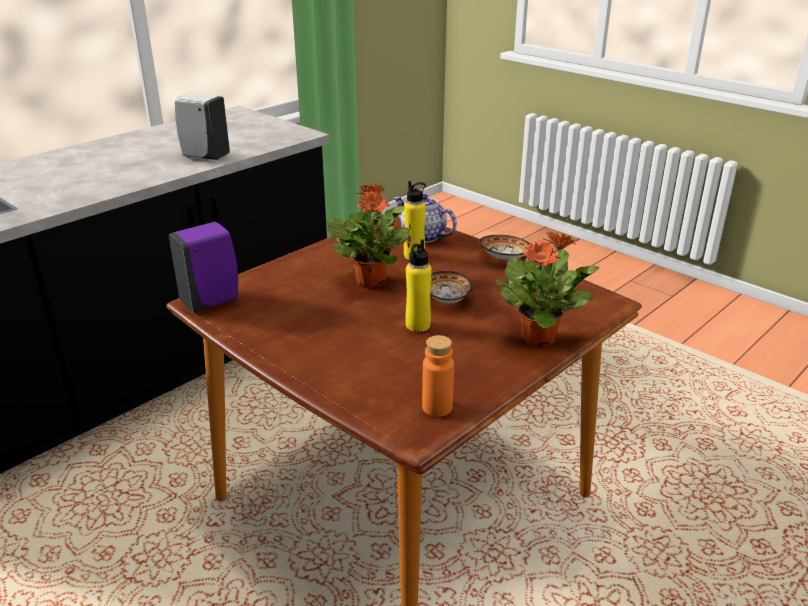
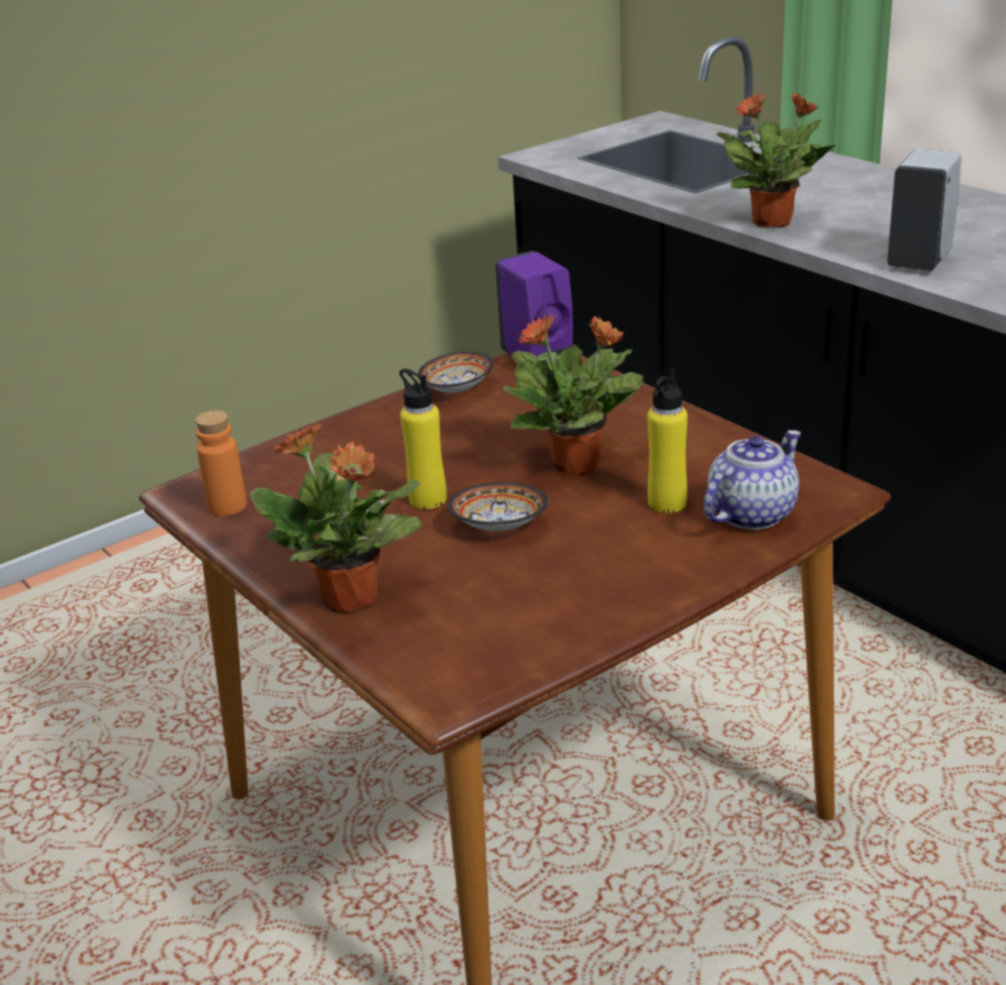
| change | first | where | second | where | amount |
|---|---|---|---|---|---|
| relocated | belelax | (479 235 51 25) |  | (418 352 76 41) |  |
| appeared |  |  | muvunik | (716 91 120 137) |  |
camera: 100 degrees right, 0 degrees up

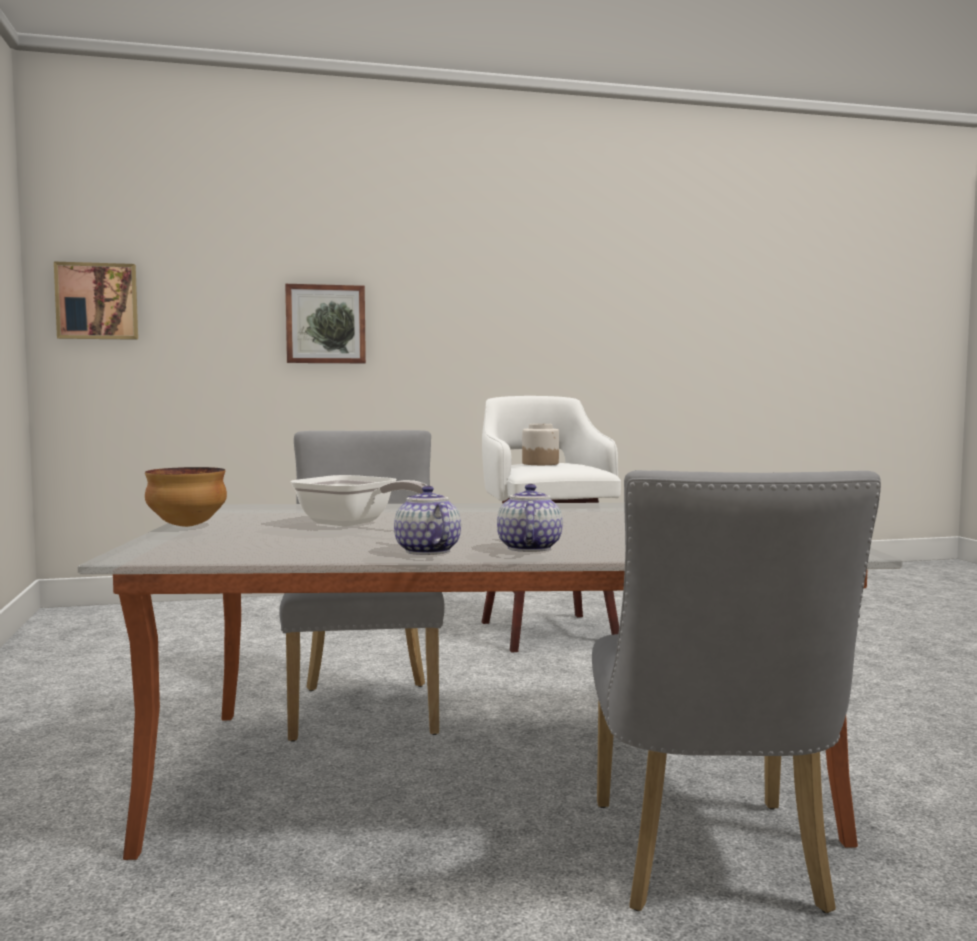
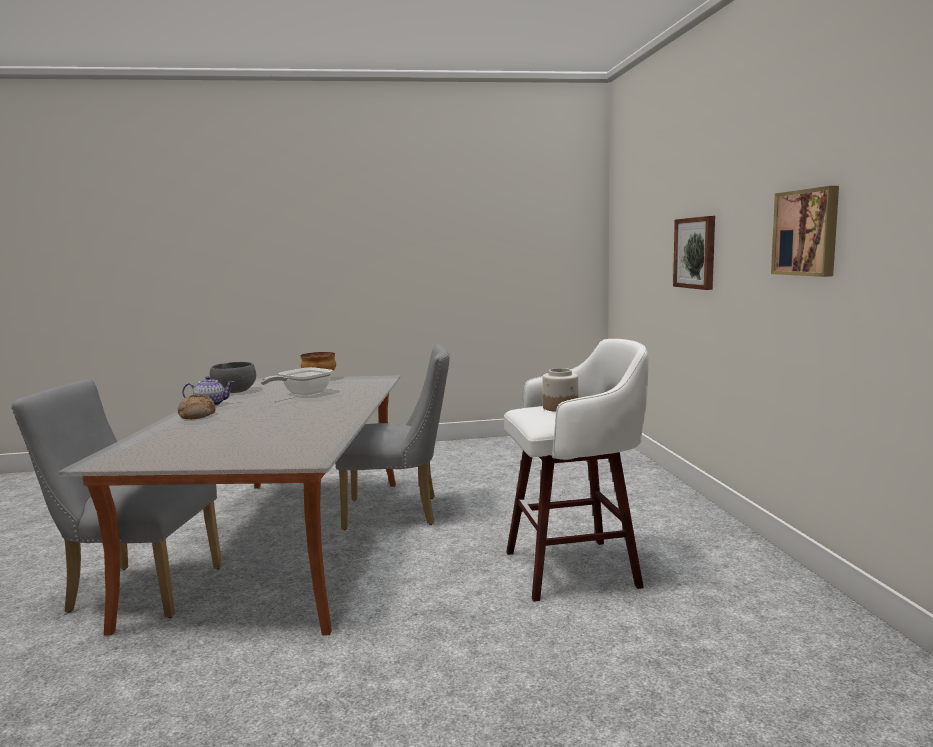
| change | first | where | second | where | amount |
|---|---|---|---|---|---|
| relocated | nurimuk | (54 262 84 78) |  | (771 186 68 91) |  |
| exchanged | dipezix | (497 484 66 68) | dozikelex | (178 395 38 24) |  |
| appeared |  |  | grey_belelax | (210 362 46 31) |  |
camera: 95 degrees right, 5 degrees up

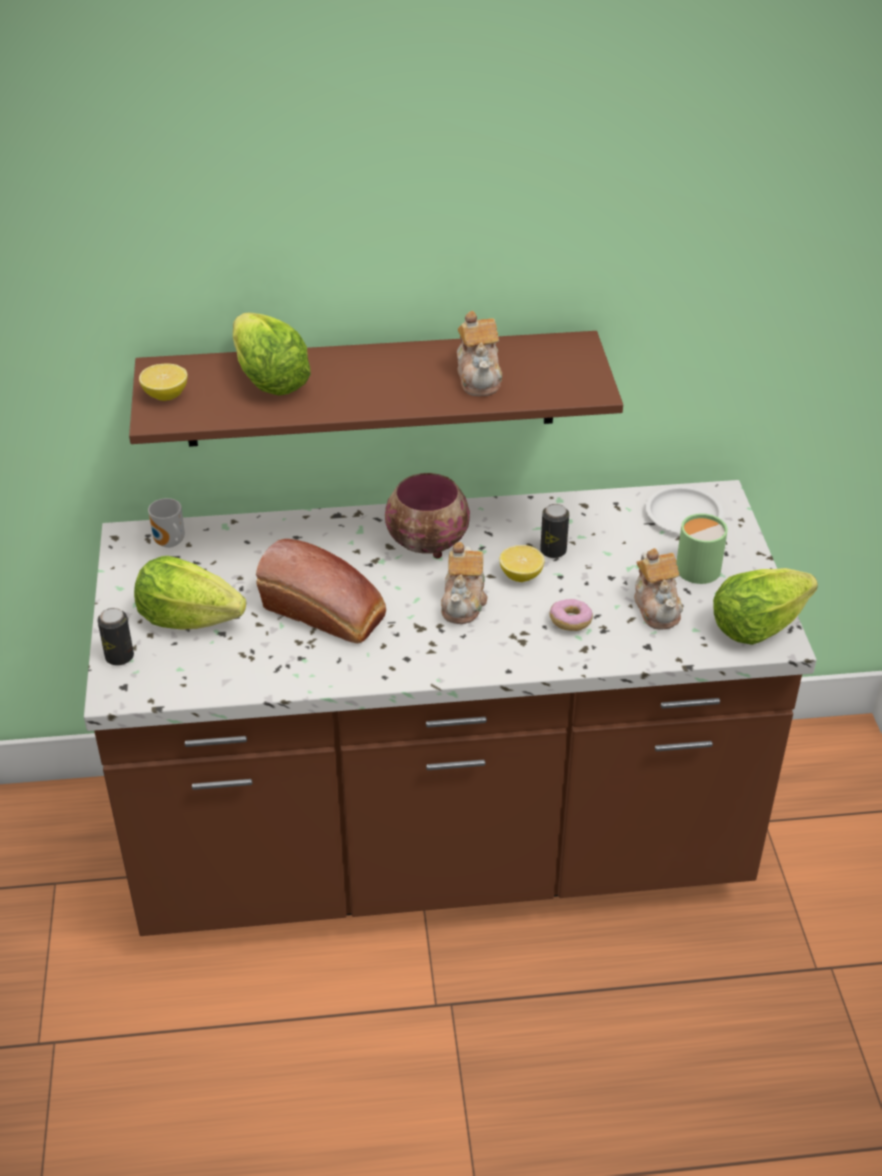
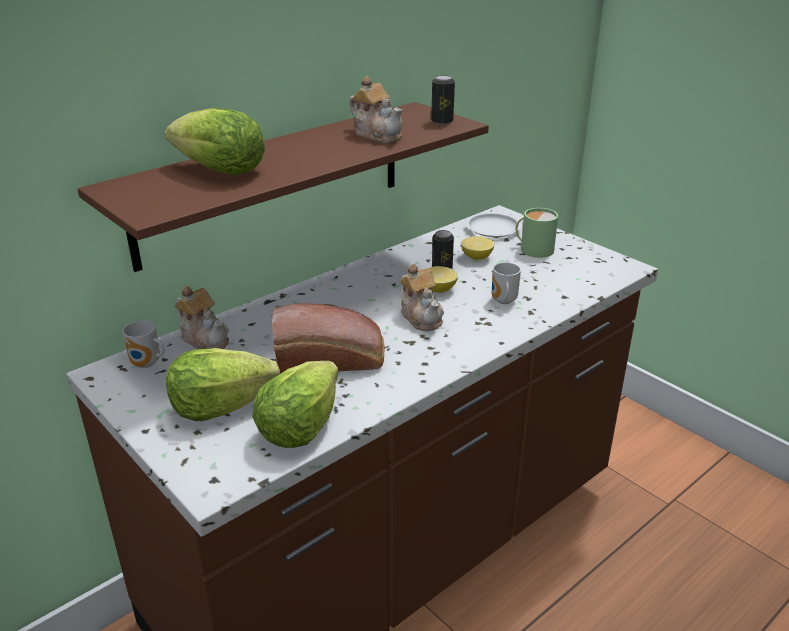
| change | first | where | second | where | amount |
|---|---|---|---|---|---|
| relocated | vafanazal | (139 363 49 38) |  | (461 236 33 24) |  |
| missing | belelax | (385 473 85 86) |  |  |  |
| relocated | dipezix | (634 548 49 81) |  | (175 286 54 63) |  |
| relocated | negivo | (713 568 105 77) |  | (252 361 86 87) |  |
| exchanged | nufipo | (549 599 44 32) | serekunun | (492 262 29 42) |  |
| relocated | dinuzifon | (97 608 37 58) |  | (431 75 24 50) |  |
camera: 35 degrees left, 10 degrees down

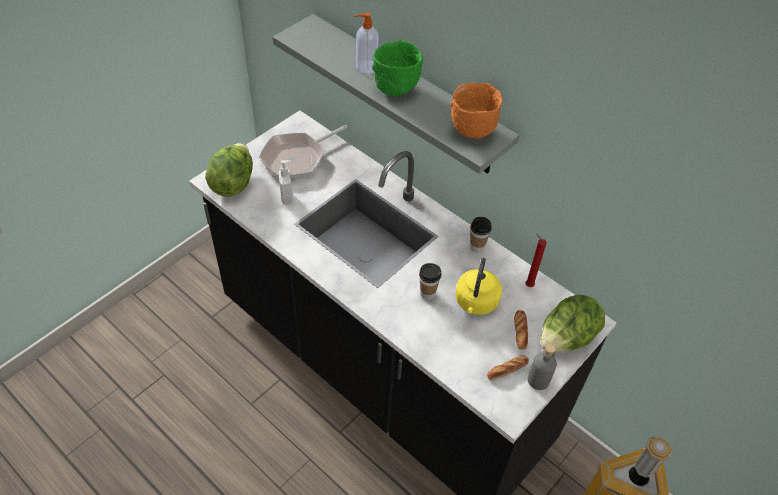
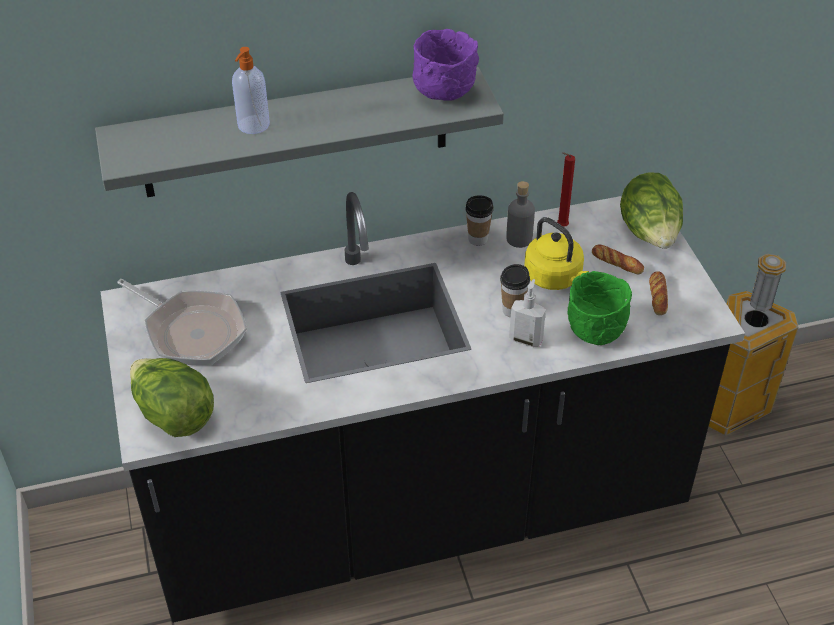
| change | first | where | second | where | amount |
|---|---|---|---|---|---|
| relocated | green_belelax | (372 40 51 56) |  | (567 271 65 74) |  |
| colour | orange_belelax | (450 83 53 56) | purple_belelax | (412 29 67 72) |  |
| spun | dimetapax | (259 125 89 54) |  | (117 279 130 87) | 45 degrees counterclockwise |
| relocated | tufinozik | (279 160 14 44) |  | (509 279 37 68) |  |
| relocated | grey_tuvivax | (527 344 30 46) |  | (506 181 29 67) |  |
camera: 55 degrees left, 5 degrees down

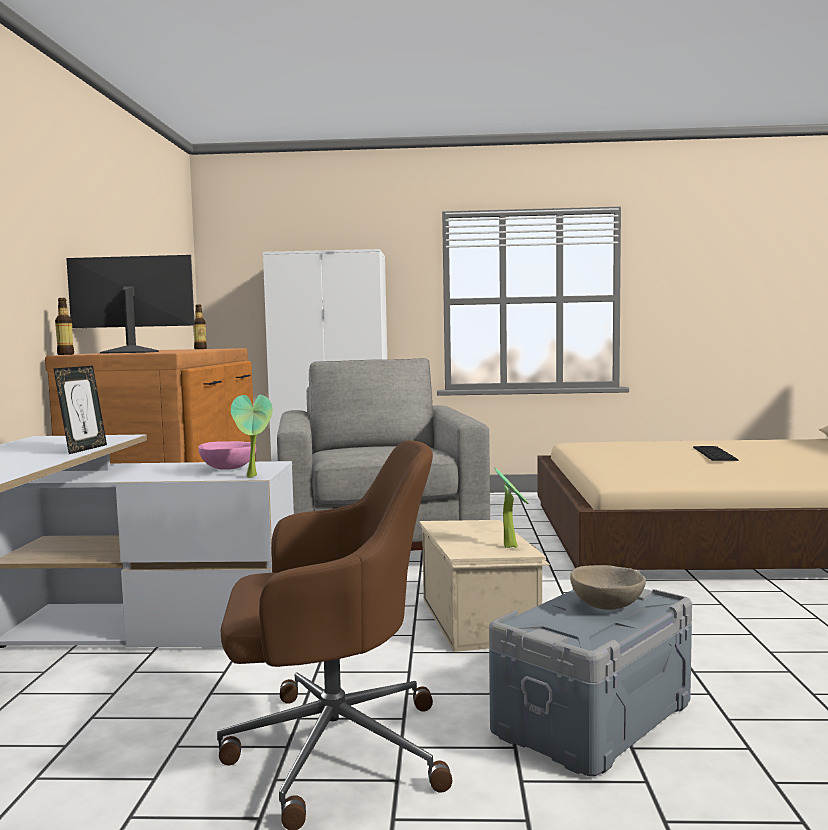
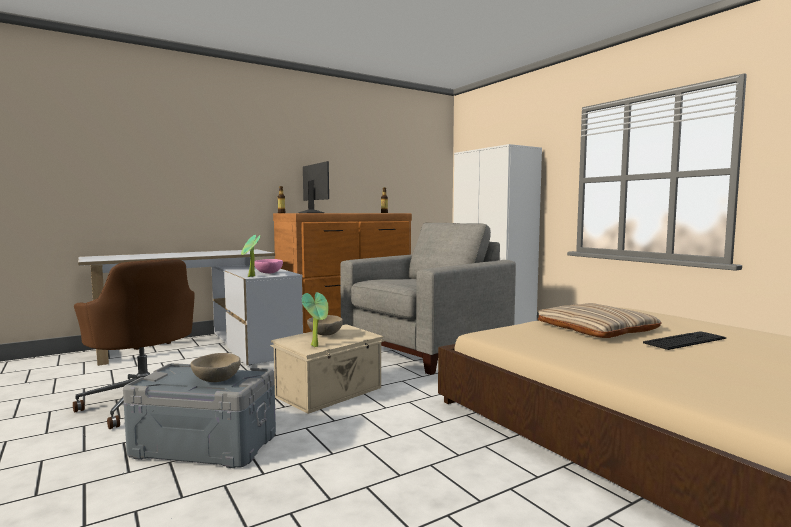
| change | first | where | second | where | amount |
|---|---|---|---|---|---|
| missing | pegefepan | (53 366 54 88) |  |  |  |
| appeared |  |  | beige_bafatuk | (538 303 124 35) |  |
| appeared |  |  | beige_belelax | (307 315 36 20) |  |
camera: 55 degrees right, 0 degrees up

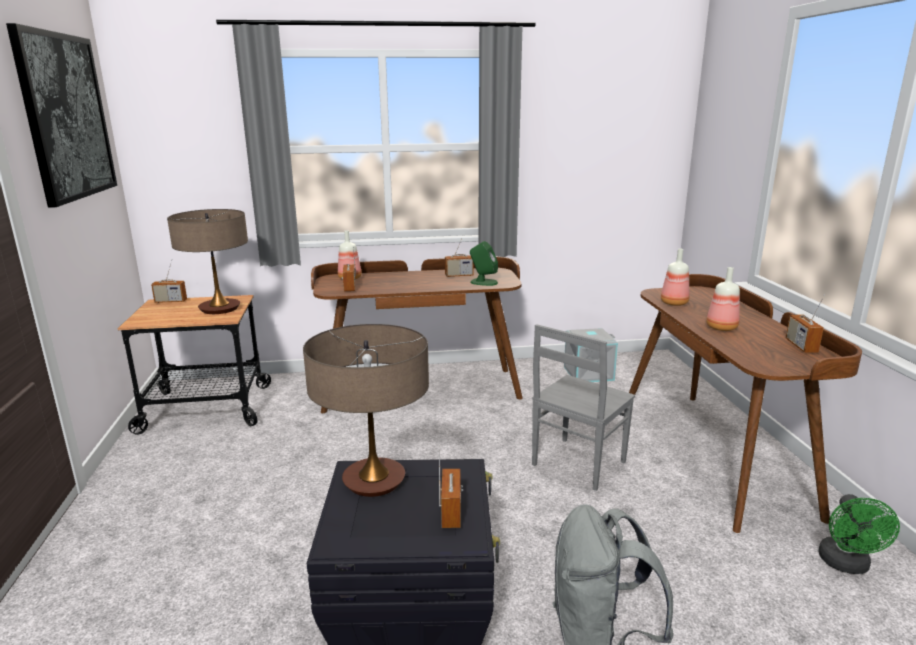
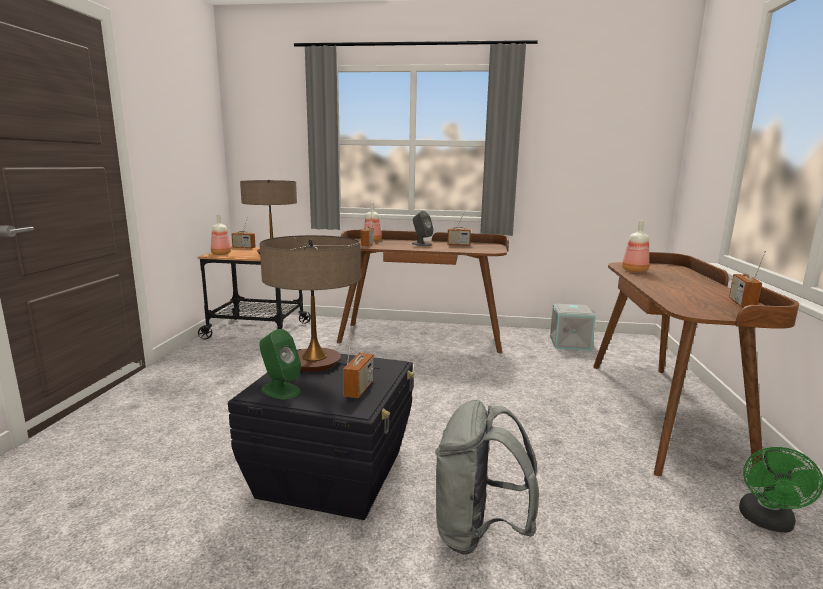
| change | first | where | second | where | amount |
|---|---|---|---|---|---|
| missing | nurimuk | (6 23 111 185) |  |  |  |
| relocated | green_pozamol | (470 241 28 45) |  | (259 329 42 71) |  |
| relocated | tuvivax | (706 267 34 64) |  | (211 214 20 41) |  |
| missing | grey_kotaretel | (532 324 103 167) |  |  |  |
| appeared |  |  | grey_pozamol | (412 211 22 35) |  |
camera: 15 degrees right, 5 degrees down

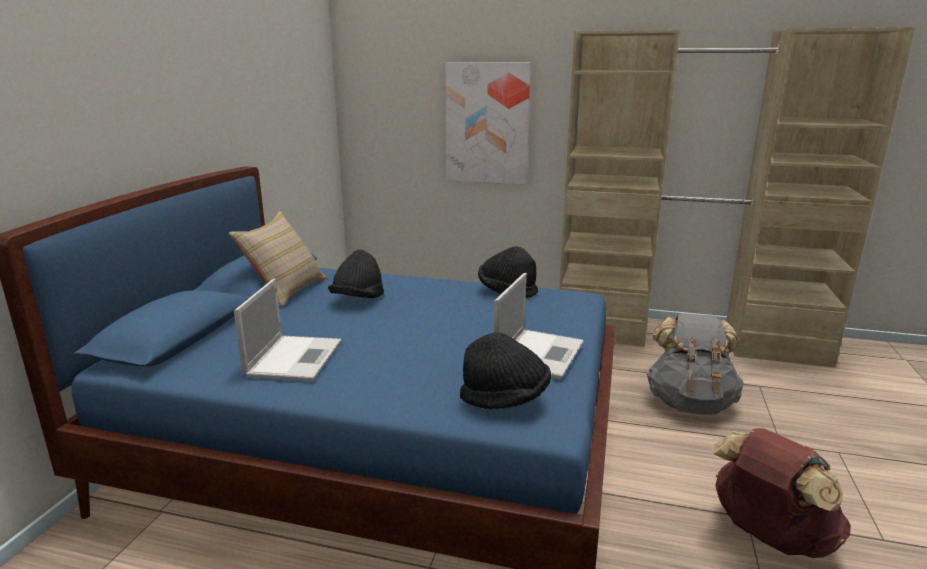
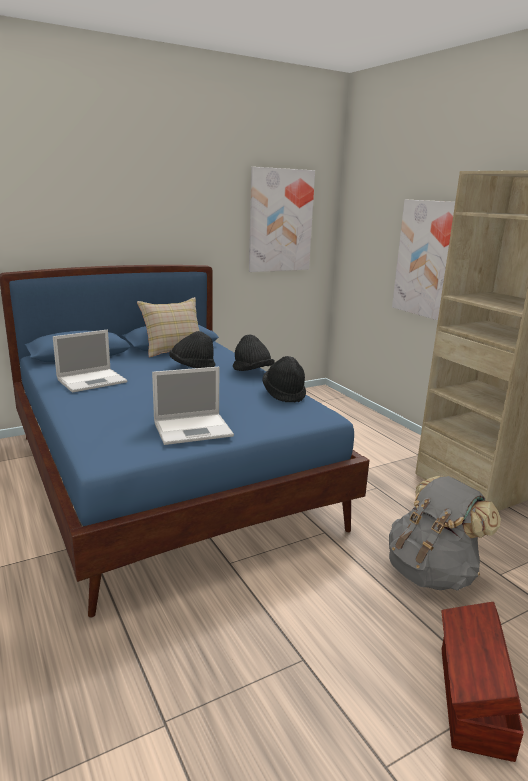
| change | first | where | second | where | amount |
|---|---|---|---|---|---|
| relocated | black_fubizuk | (460 332 91 77) |  | (233 334 42 37) |  |
| missing | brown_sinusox | (711 428 140 130) |  |  |  |
| appeared |  |  | nurimuk | (249 167 66 105) |  |
| appeared |  |  | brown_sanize | (441 602 83 160) |  |
camera: 45 degrees right, 0 degrees up

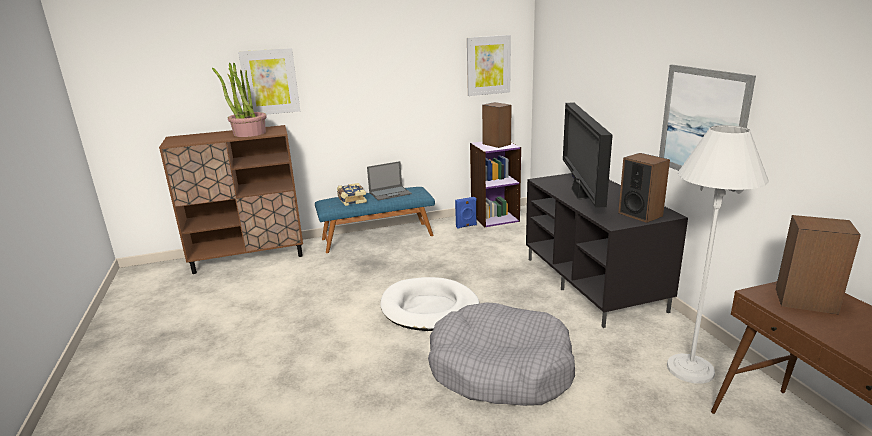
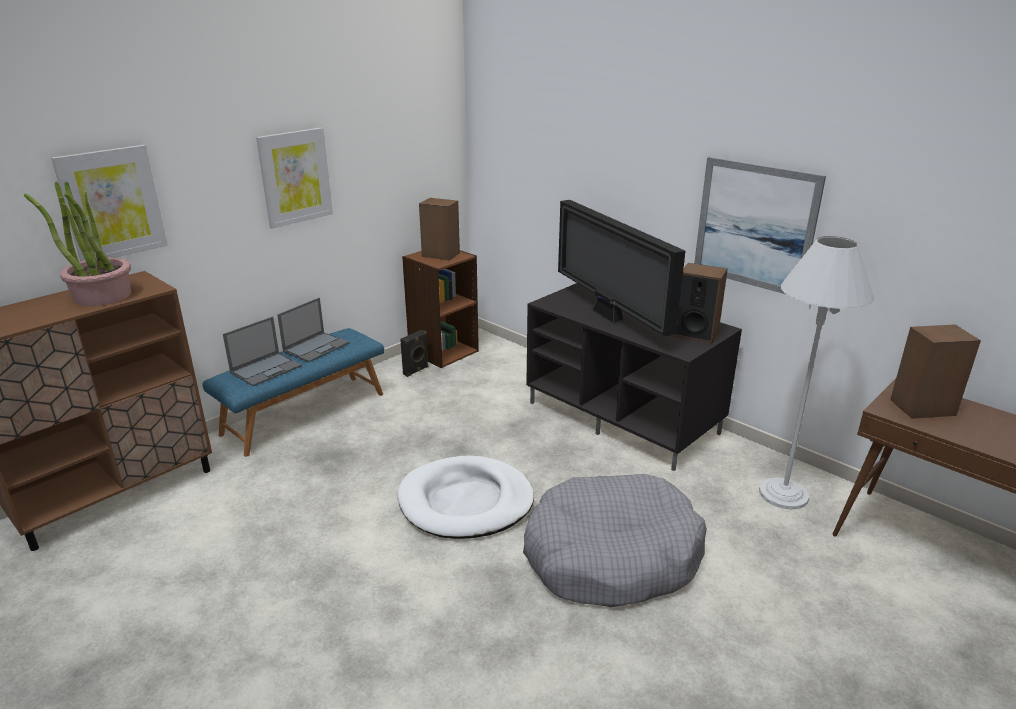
| change | first | where | second | where | amount |
|---|---|---|---|---|---|
| relocated | nurimuk | (467 35 44 61) |  | (256 128 77 100) |  |
| colour | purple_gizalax | (470 142 51 85) | brown_gizalax | (402 250 77 118) |  |
| exchanged | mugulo | (337 183 30 23) | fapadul | (223 317 79 69) |  |
| colour | blue_pozamol | (455 197 22 32) | black_pozamol | (400 330 28 47) |  |
camera: 30 degrees left, 5 degrees up

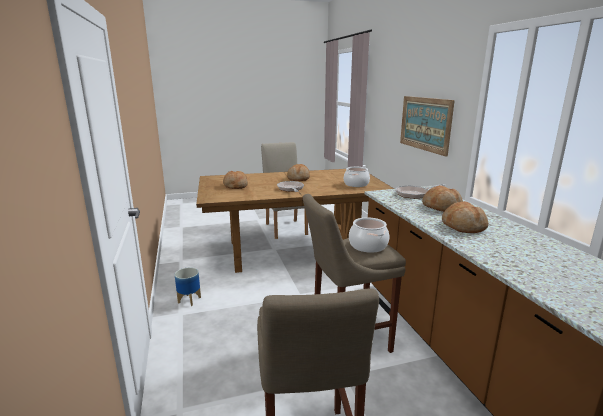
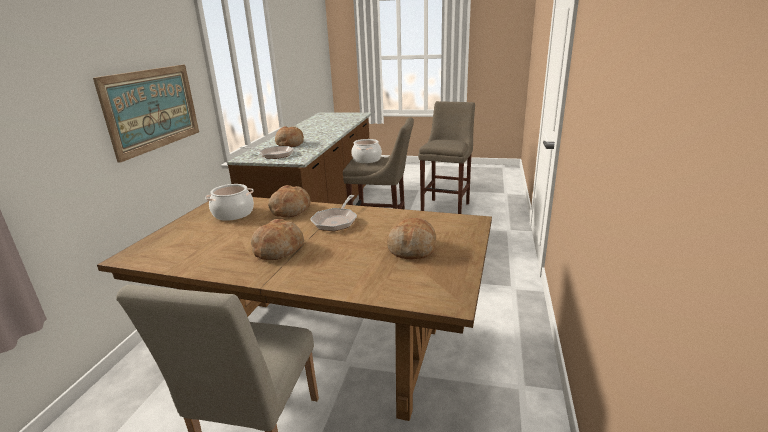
| change | first | where | second | where | amount |
|---|---|---|---|---|---|
| relocated | dozikelex | (442 201 47 32) |  | (268 185 43 32) |  |
| missing | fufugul | (175 268 26 38) |  |  |  |
camera: 150 degrees left, 5 degrees up

